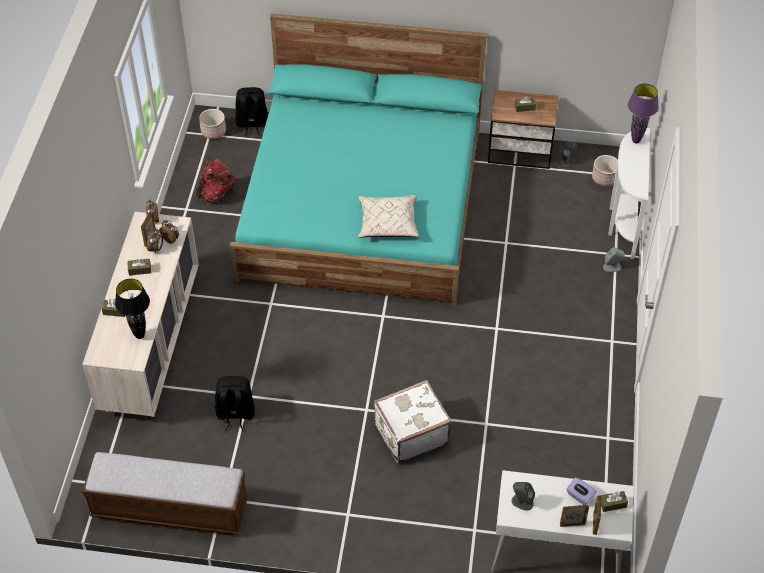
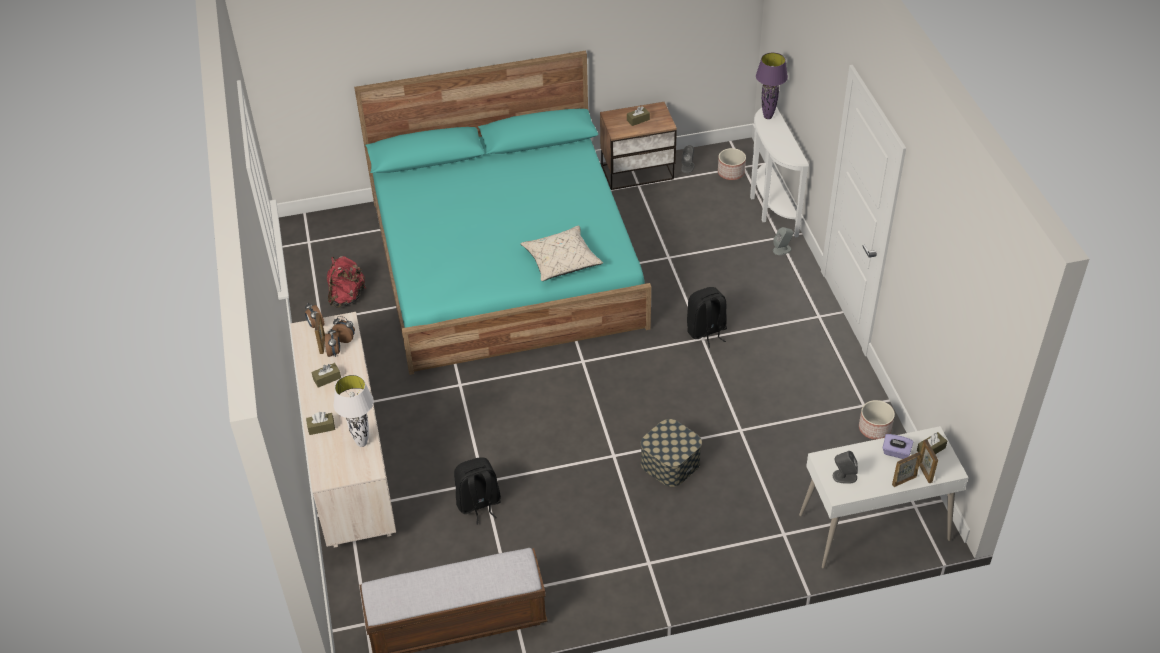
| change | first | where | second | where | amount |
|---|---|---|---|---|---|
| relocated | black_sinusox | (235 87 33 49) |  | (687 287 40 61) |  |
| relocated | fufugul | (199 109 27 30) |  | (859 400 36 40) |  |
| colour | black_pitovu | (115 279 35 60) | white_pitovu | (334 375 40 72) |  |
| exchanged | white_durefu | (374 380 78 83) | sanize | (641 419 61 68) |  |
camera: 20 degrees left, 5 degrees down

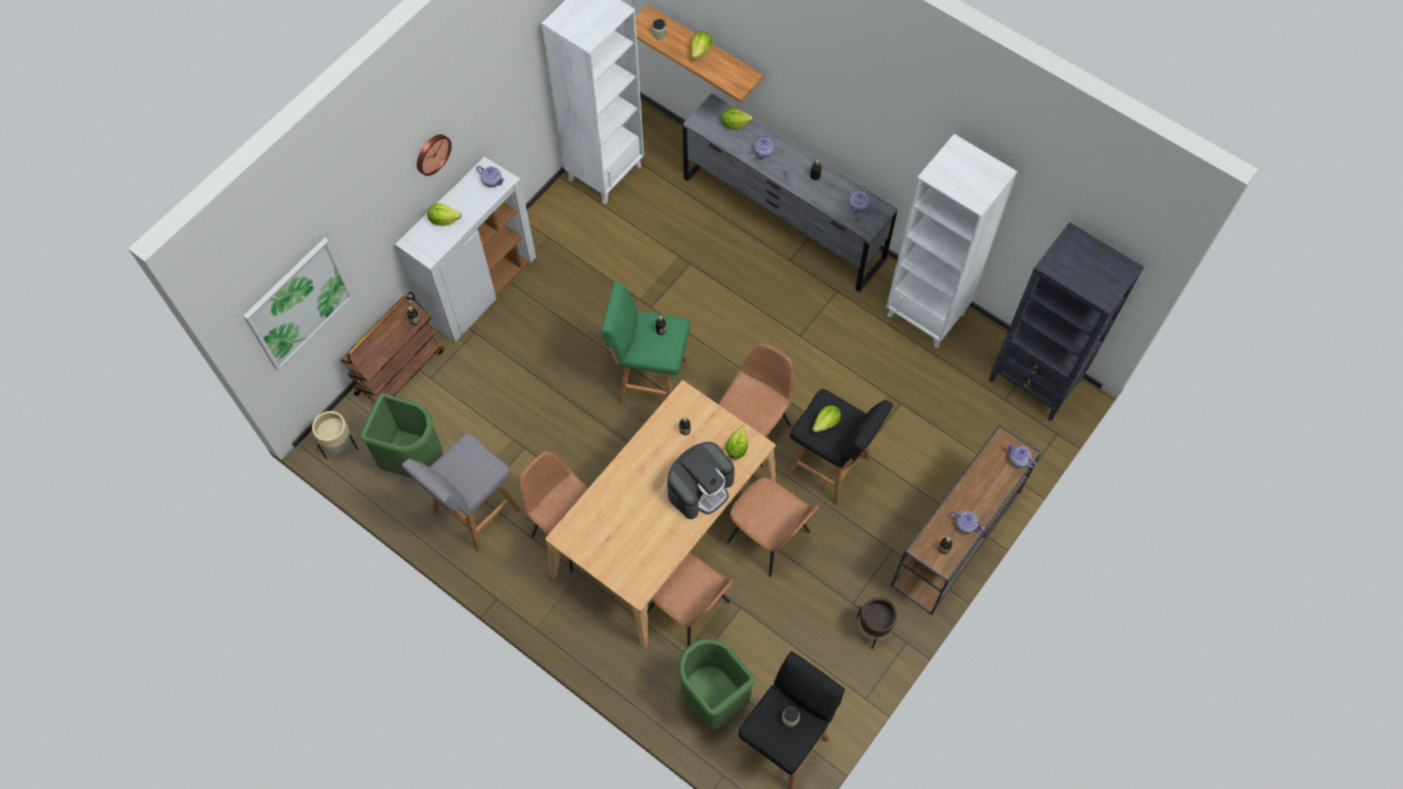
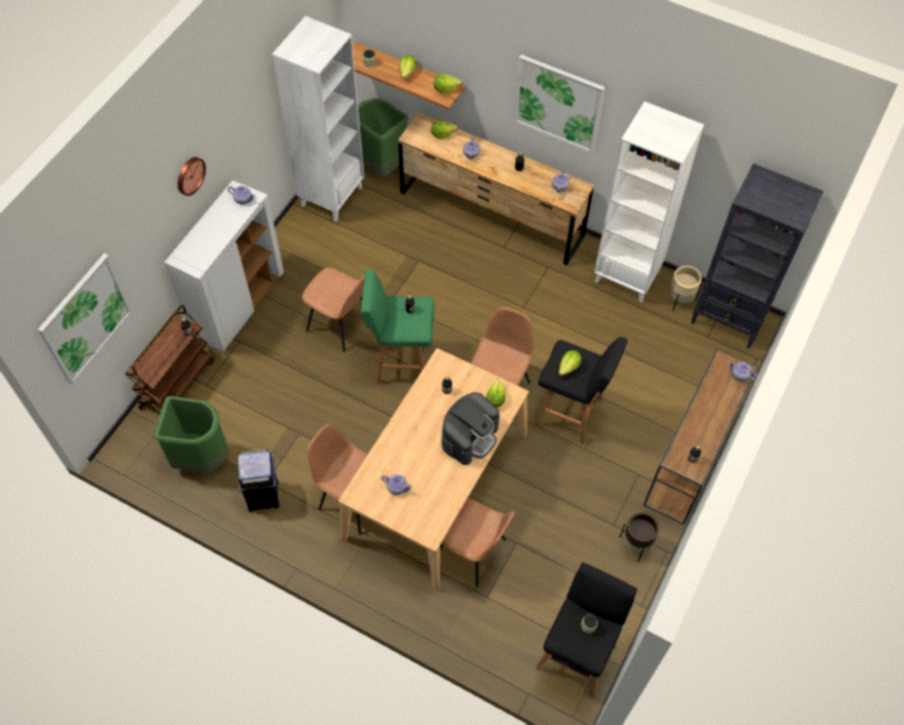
| change | first | where | second | where | amount |
|---|---|---|---|---|---|
| colour | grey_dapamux | (683 93 215 199) | brown_dapamux | (398 113 196 153) |  |
| relocated | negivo | (427 203 35 23) |  | (434 74 28 19) |  |
| relocated | beige_fufugul | (312 411 46 48) |  | (669 266 33 45) |  |
| exchanged | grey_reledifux | (402 433 119 119) | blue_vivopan | (238 449 42 63) |  |
| relocated | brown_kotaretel | (727 477 92 100) |  | (302 268 63 84) |  |
| relocated | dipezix | (951 511 34 23) |  | (381 474 31 21) |  |
| relocated | green_vivopan | (678 638 77 93) |  | (358 98 50 79) |  |
| appeared |  |  | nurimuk | (514 55 91 98) |  |
camera: 10 degrees left, 5 degrees down

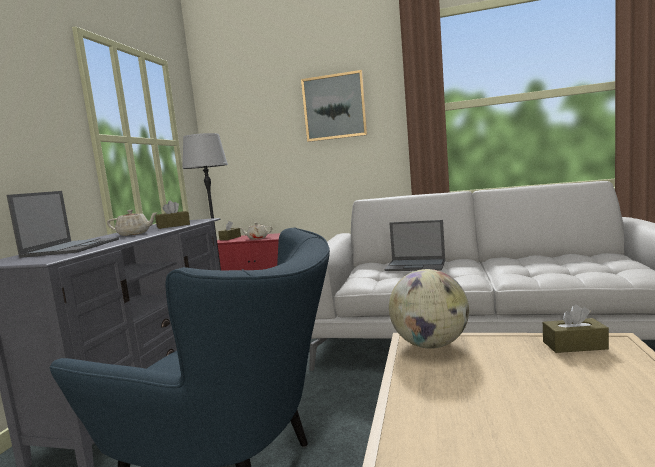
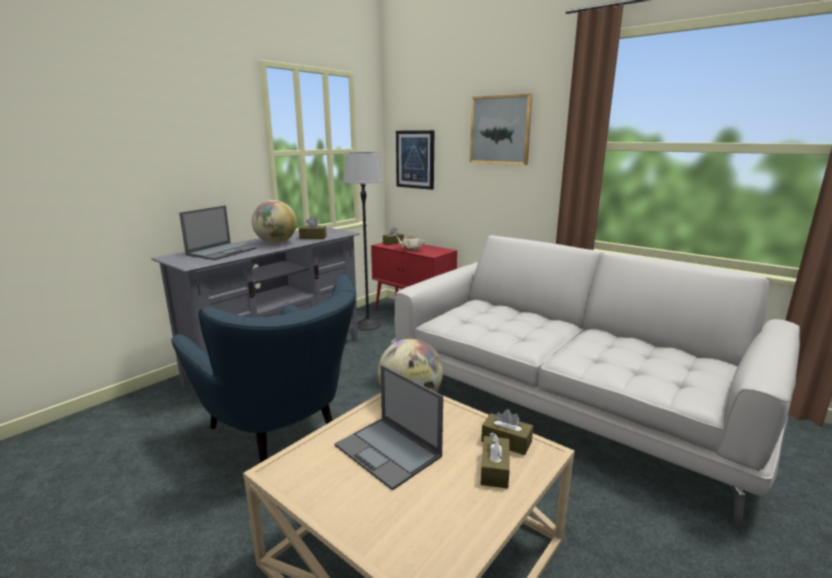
| change | first | where | second | where | amount |
|---|---|---|---|---|---|
| exchanged | beige_dipezix | (107 210 51 26) | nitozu | (252 200 45 44) |  |
| relocated | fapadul | (384 220 61 51) |  | (335 365 108 126) |  |
| appeared |  |  | nurimuk | (396 130 38 60) |  |
| appeared |  |  | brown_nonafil | (481 432 29 57) |  |
camera: 25 degrees right, 10 degrees up

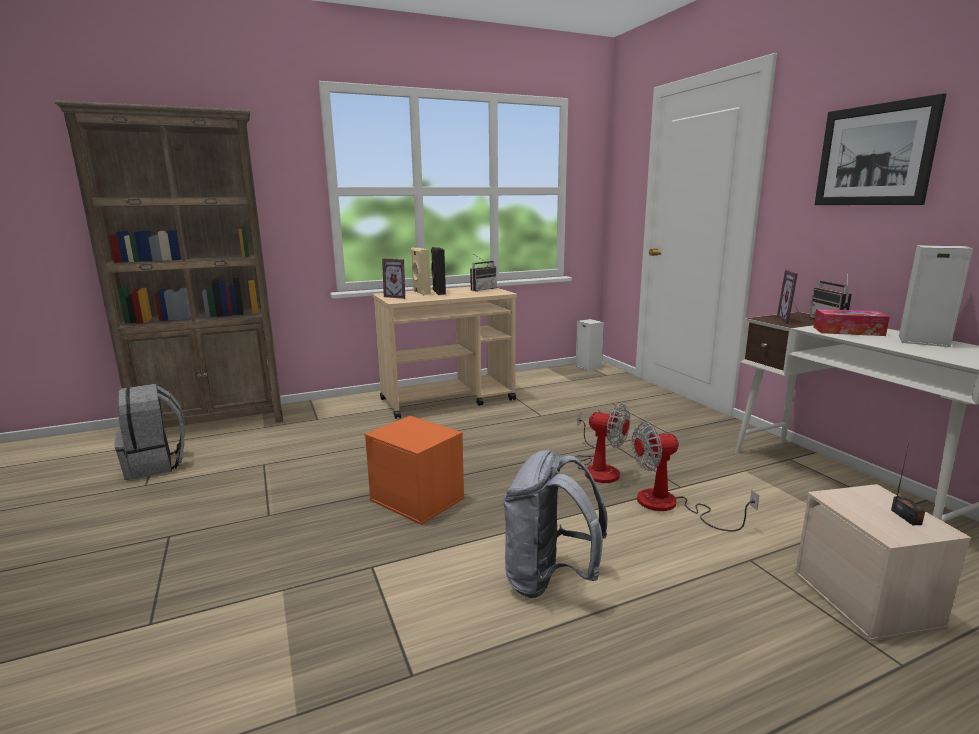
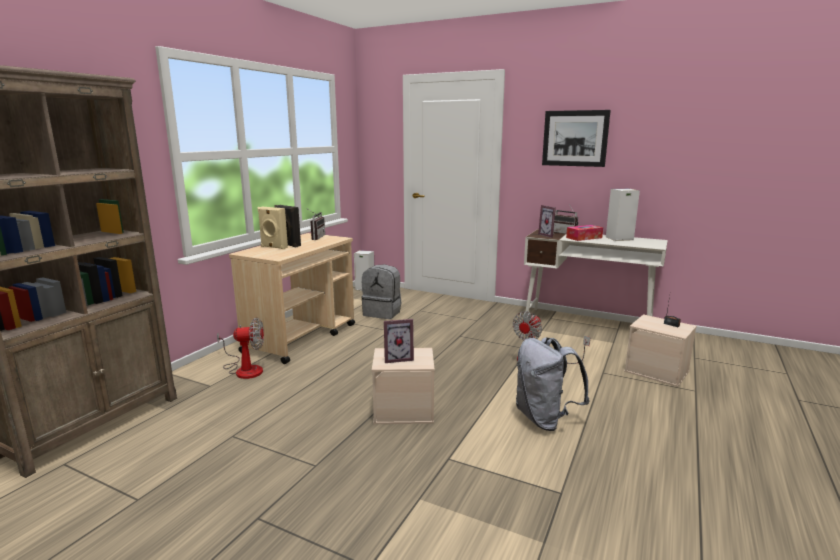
| change | first | where | second | where | amount |
|---|---|---|---|---|---|
| relocated | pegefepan | (382 259 23 40) |  | (384 319 30 44) |  |
| relocated | grey_sinusox | (114 383 71 97) |  | (361 264 40 55) |  |
| relocated | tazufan | (575 404 55 79) |  | (217 318 47 61) |  |
| colour | orange_sanize | (364 416 101 109) | beige_sanize | (372 348 63 76) |  |
camera: 40 degrees left, 0 degrees up

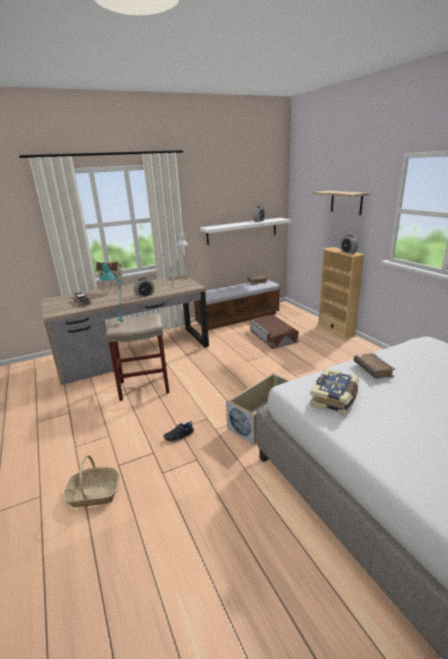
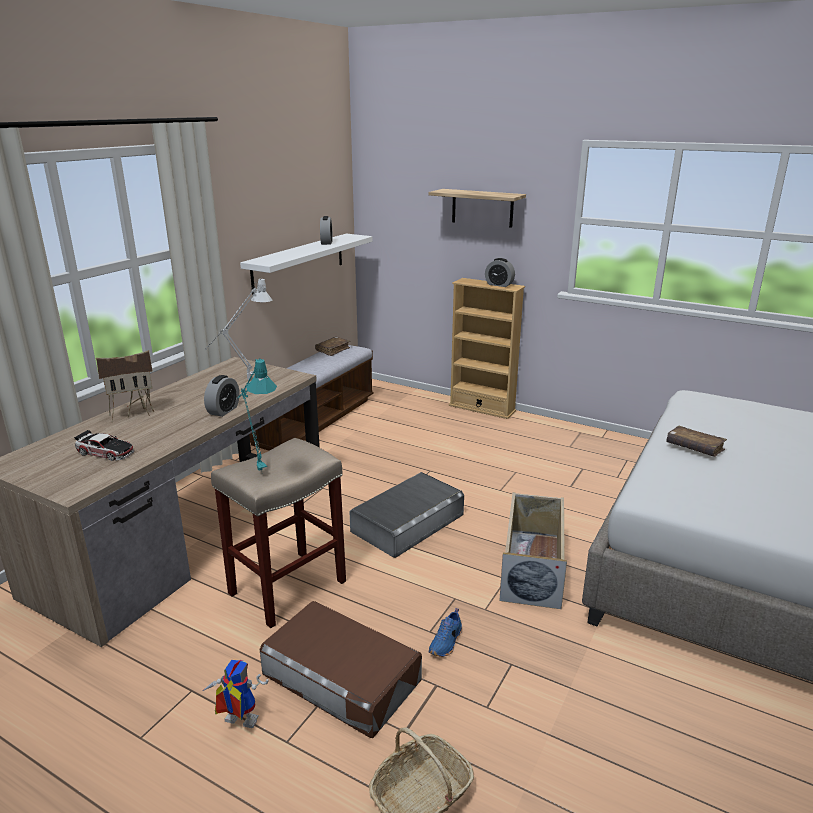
| change | first | where | second | where | amount |
|---|---|---|---|---|---|
| relocated | brown_sanize | (250 315 49 34) |  | (260 601 162 137) |  |
| missing | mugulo | (310 368 49 47) |  |  |  |
| colour | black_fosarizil | (163 421 31 21) | blue_fosarizil | (429 608 33 49) |  |
| appeared |  |  | grey_sanize | (350 472 114 86) |  |
| appeared |  |  | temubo | (203 660 66 68) |  |
camera: 35 degrees left, 0 degrees up

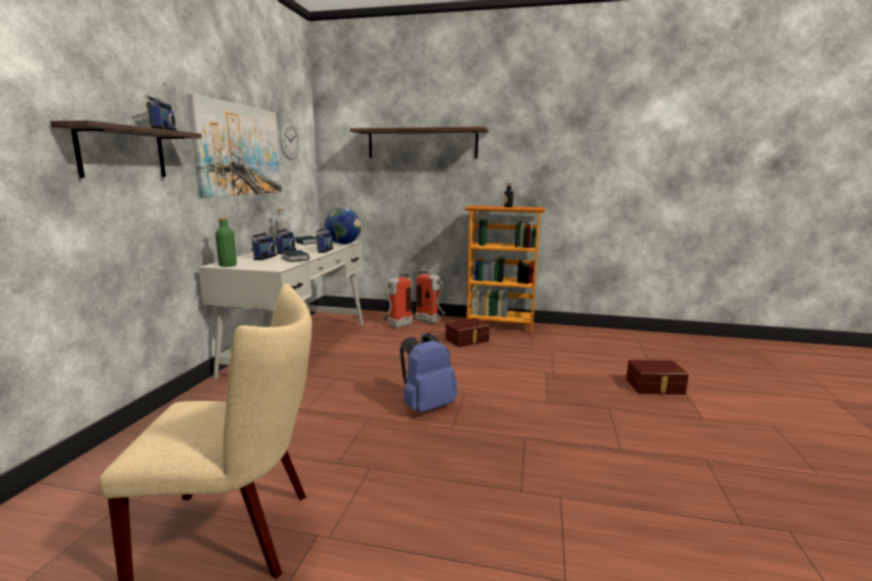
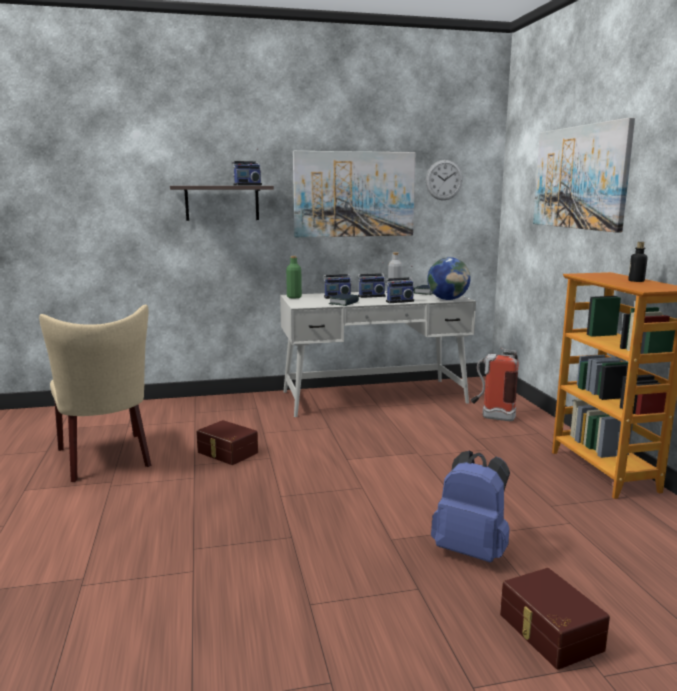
| change | first | where | second | where | amount |
|---|---|---|---|---|---|
| exchanged | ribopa | (350 127 139 31) | nurimuk | (533 118 102 115) |  |
| missing | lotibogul | (416 269 30 54) |  |  |  |
| relocated | brown_sanize | (445 318 45 29) |  | (196 420 62 45) |  |
| relocated | blue_sinusox | (400 333 57 80) |  | (431 451 79 111) |  |
camera: 65 degrees right, 0 degrees up

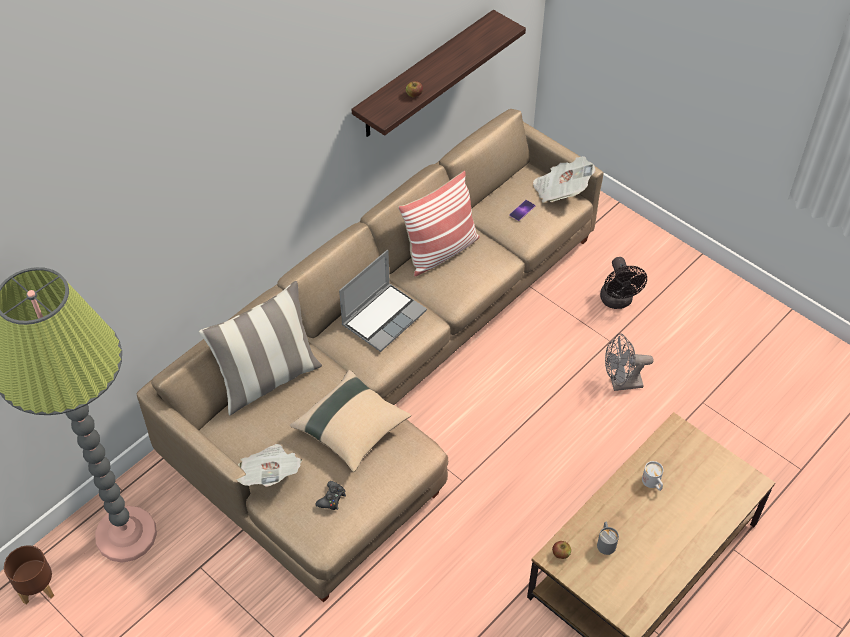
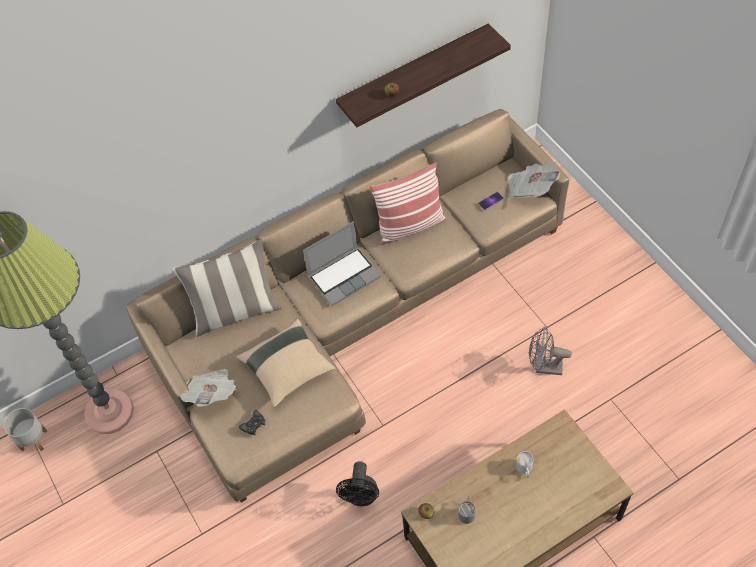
| change | first | where | second | where | amount |
|---|---|---|---|---|---|
| relocated | black_tazufan | (600 257 47 52) |  | (336 461 43 45) |  |
| colour | brown_fufugul | (4 545 50 60) | grey_fufugul | (3 408 44 44) |  |
camera: 20 degrees right, 5 degrees up

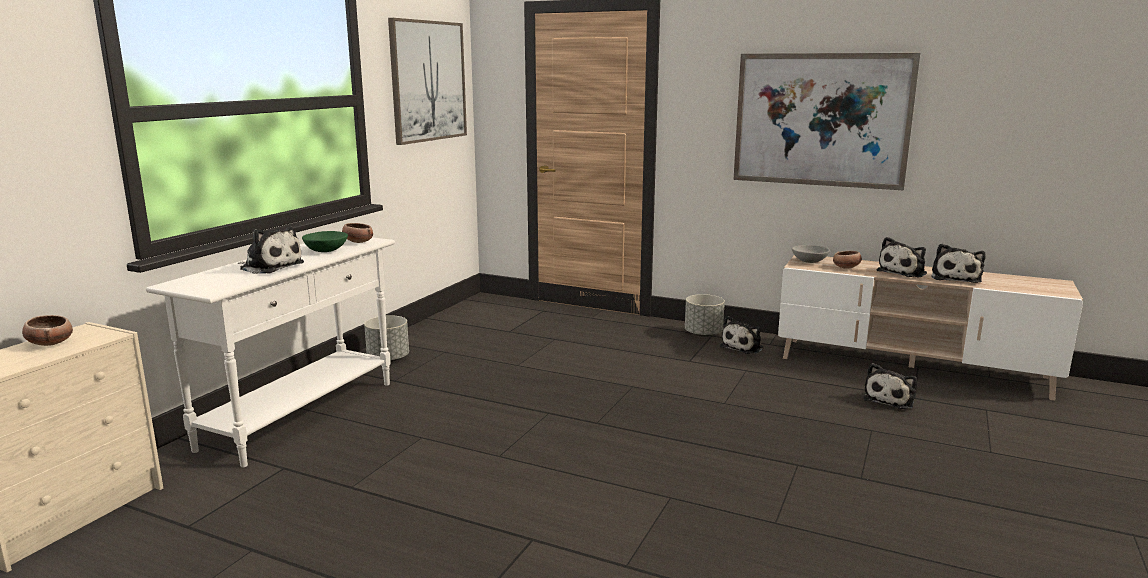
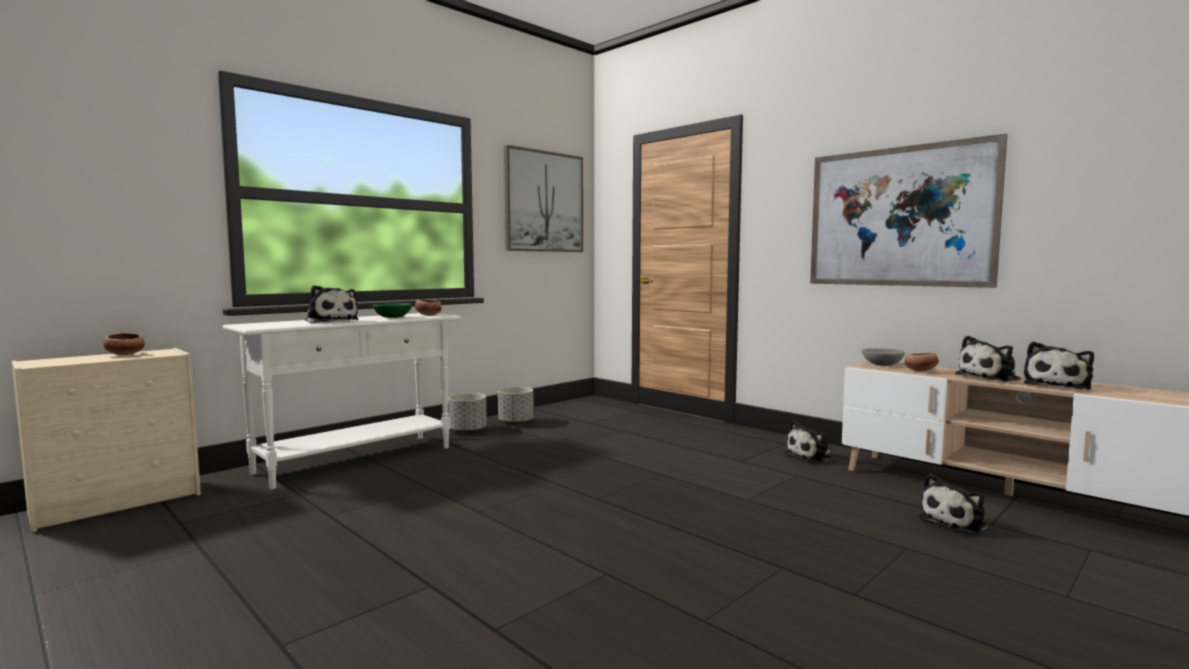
| change | first | where | second | where | amount |
|---|---|---|---|---|---|
| relocated | grey_fufugul | (685 294 40 43) |  | (498 387 36 38) |  |
camera: 20 degrees right, 10 degrees down

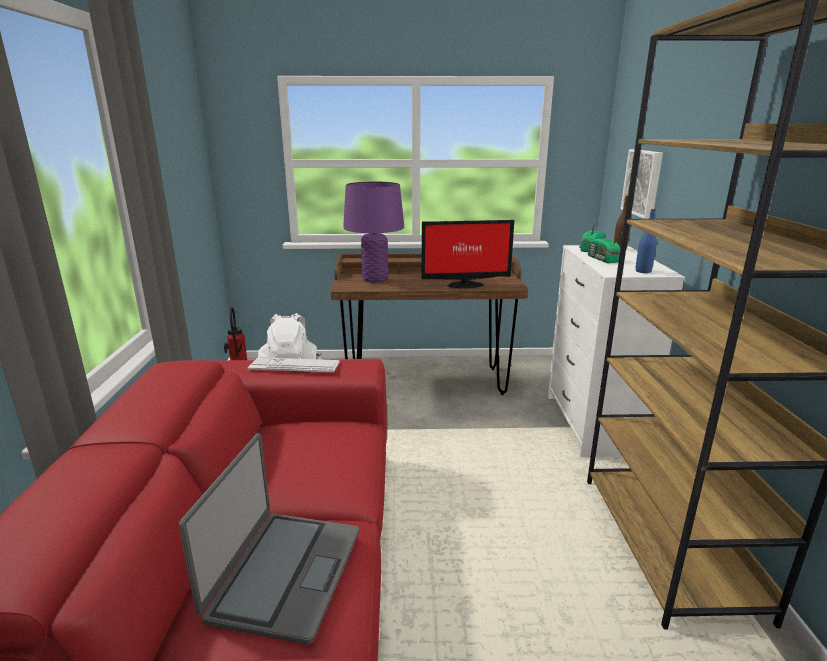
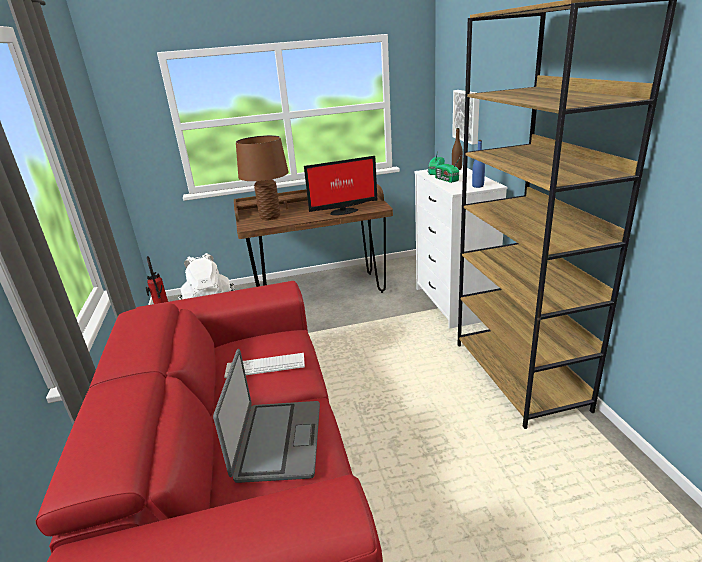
| change | first | where | second | where | amount |
|---|---|---|---|---|---|
| colour | purple_pitovu | (343 181 61 102) | brown_pitovu | (236 135 53 85) |  |
| relocated | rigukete | (247 357 93 15) |  | (224 353 81 25) |  |
camera: 10 degrees left, 5 degrees up

